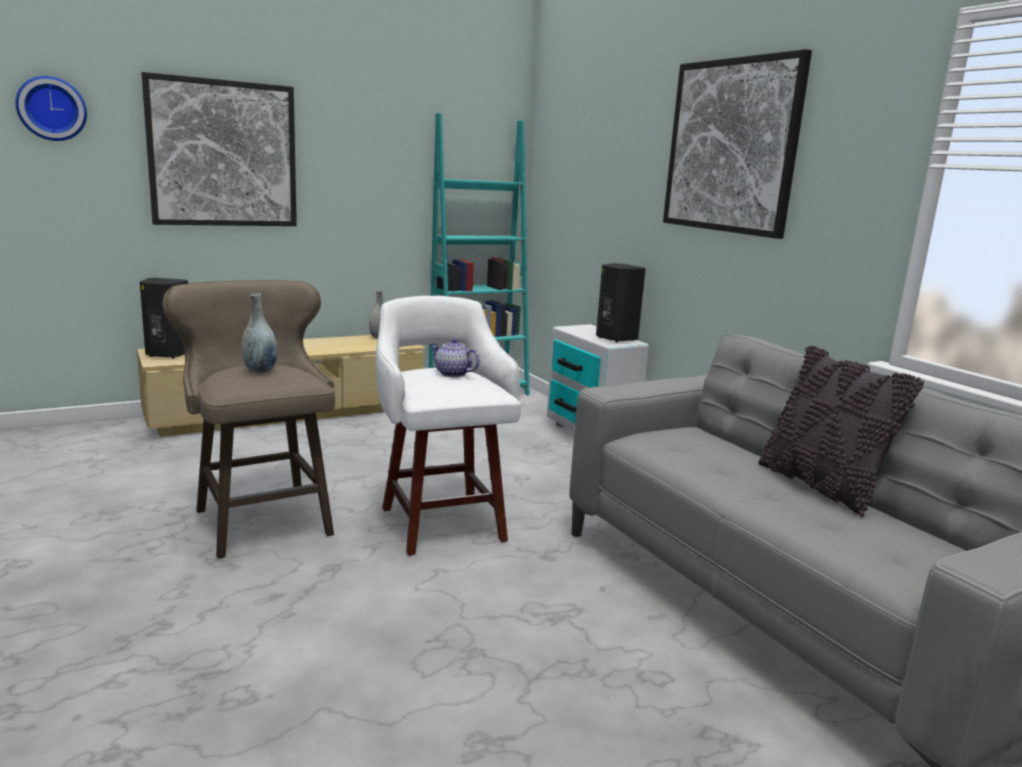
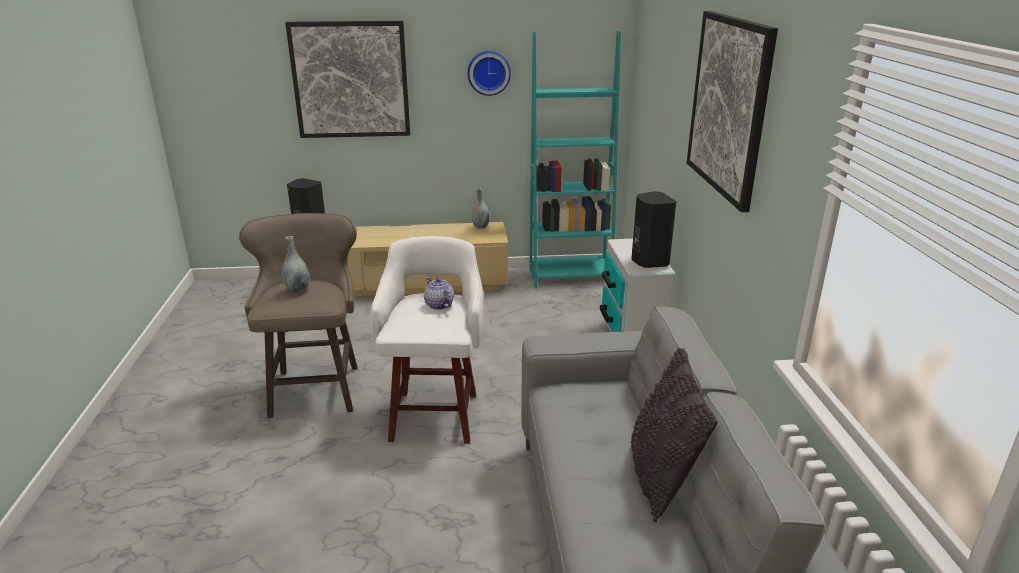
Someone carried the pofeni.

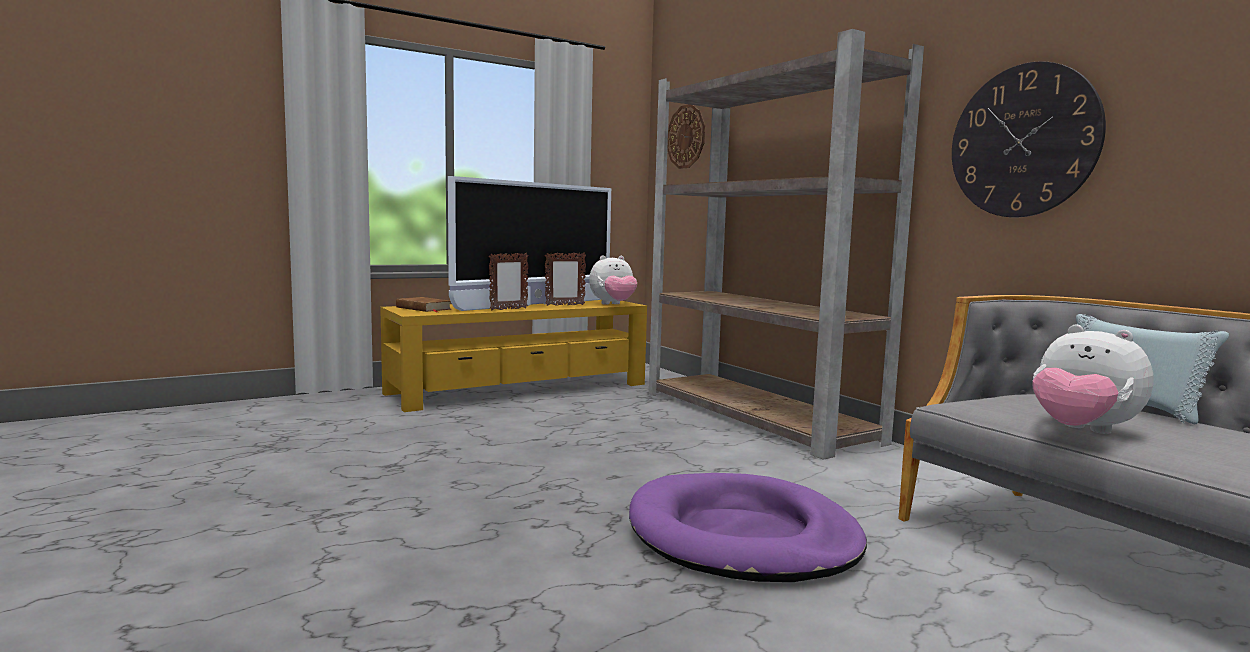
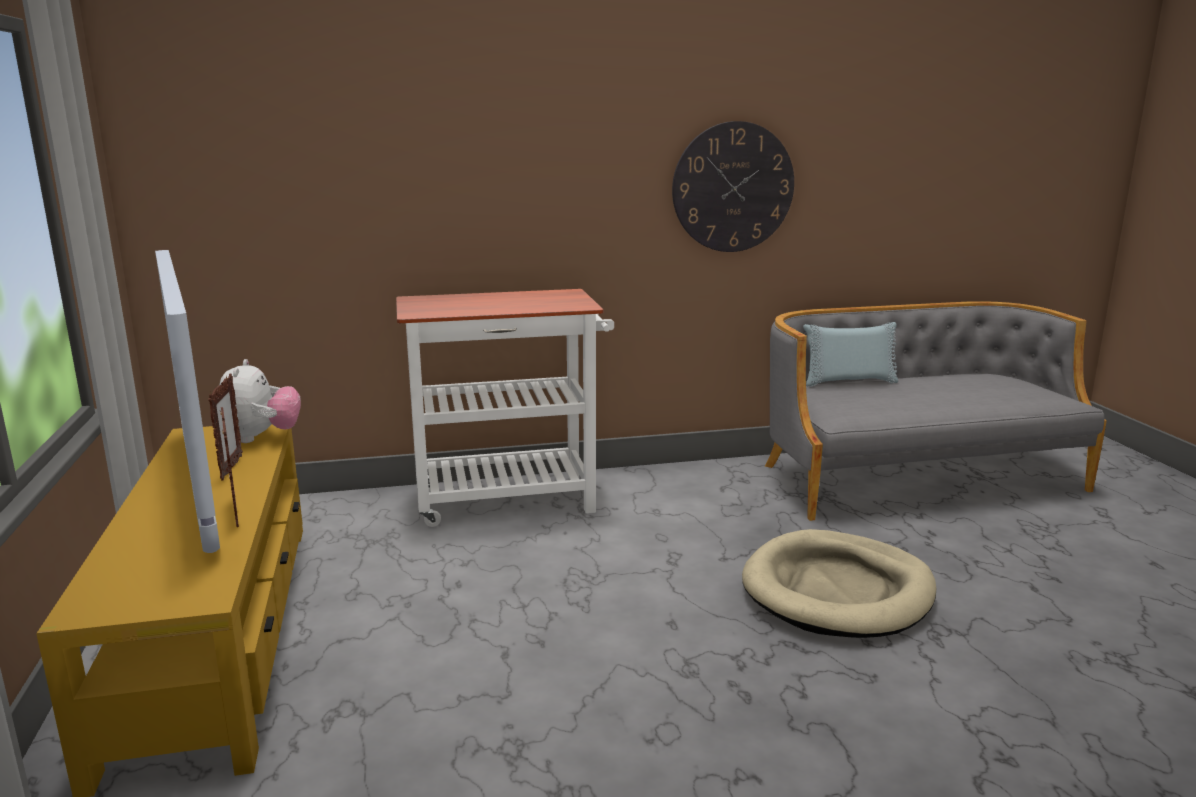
Someone swapped the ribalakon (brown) for the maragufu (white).
Someone took away the pofeni (1st from left).
Someone took away the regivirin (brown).
Someone took away the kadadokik (2nd from left).
Someone repainted the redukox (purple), which became the redukox (beige).

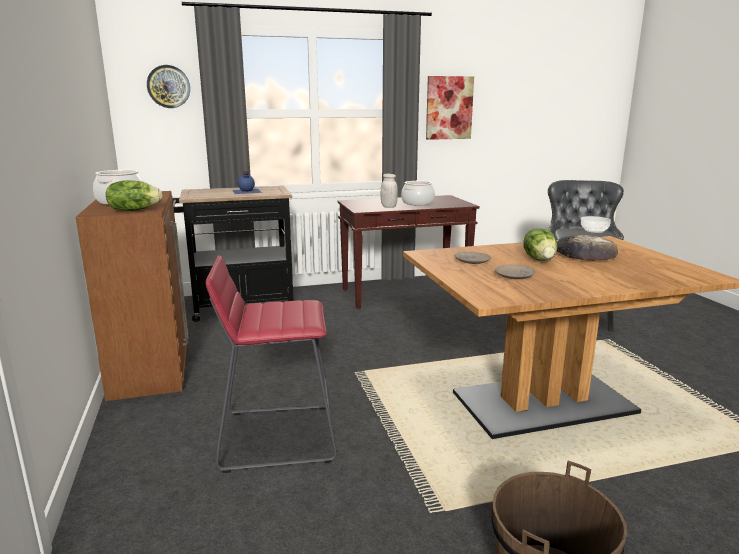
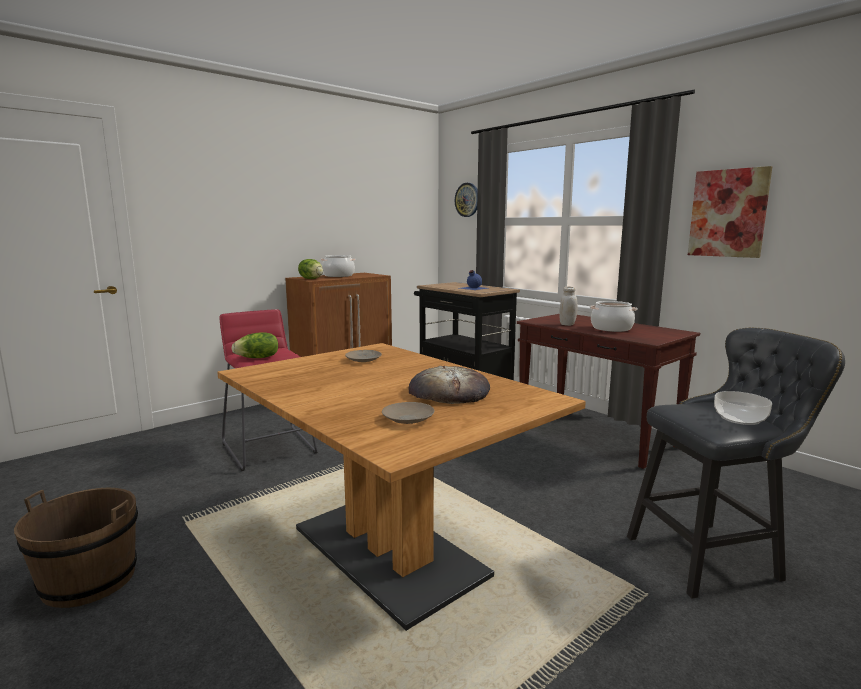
Someone carried the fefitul (2nd from left in the first image).
Someone carried the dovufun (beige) (2nd from left).

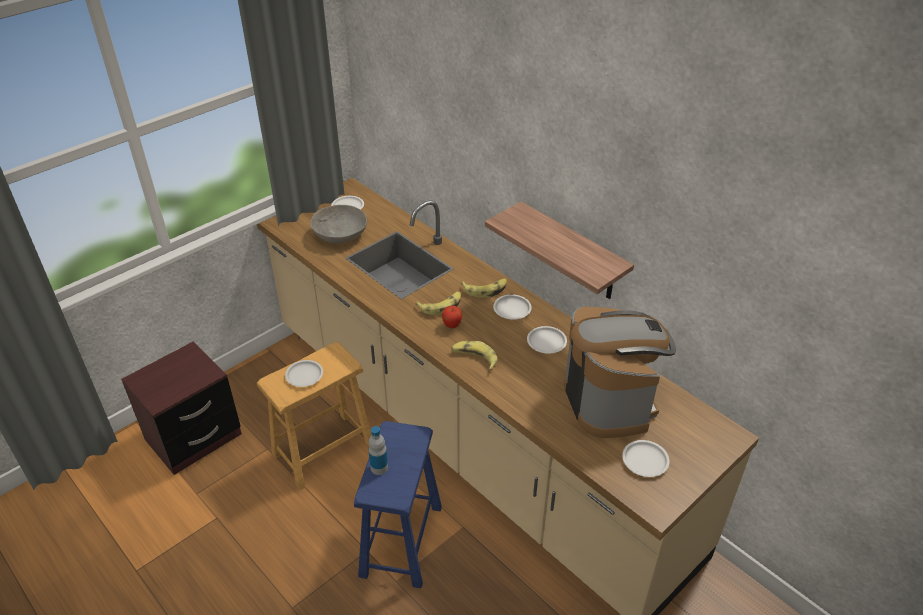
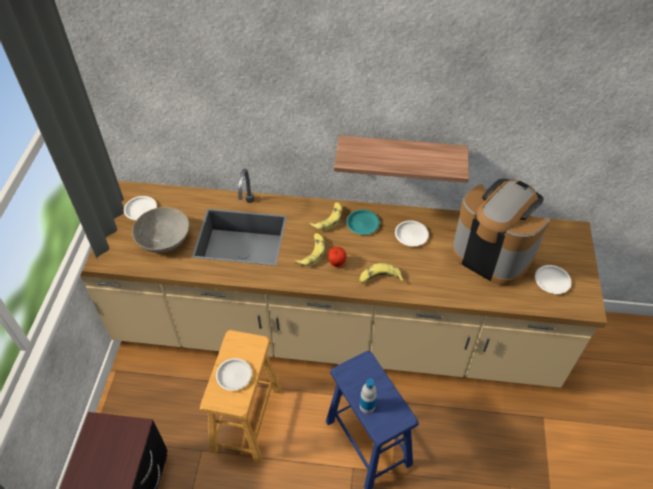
Someone repainted the dovufun (white) (3rd from left), which became the dovufun (turquoise).

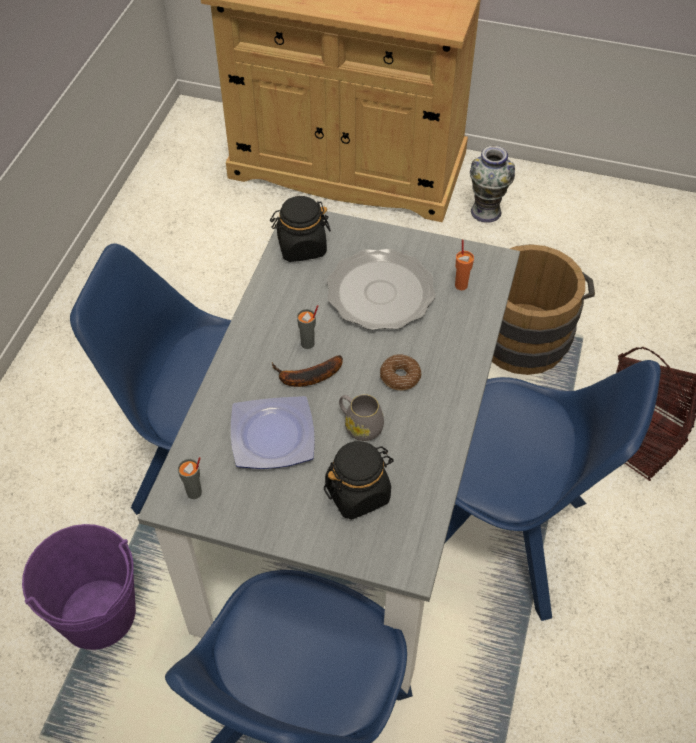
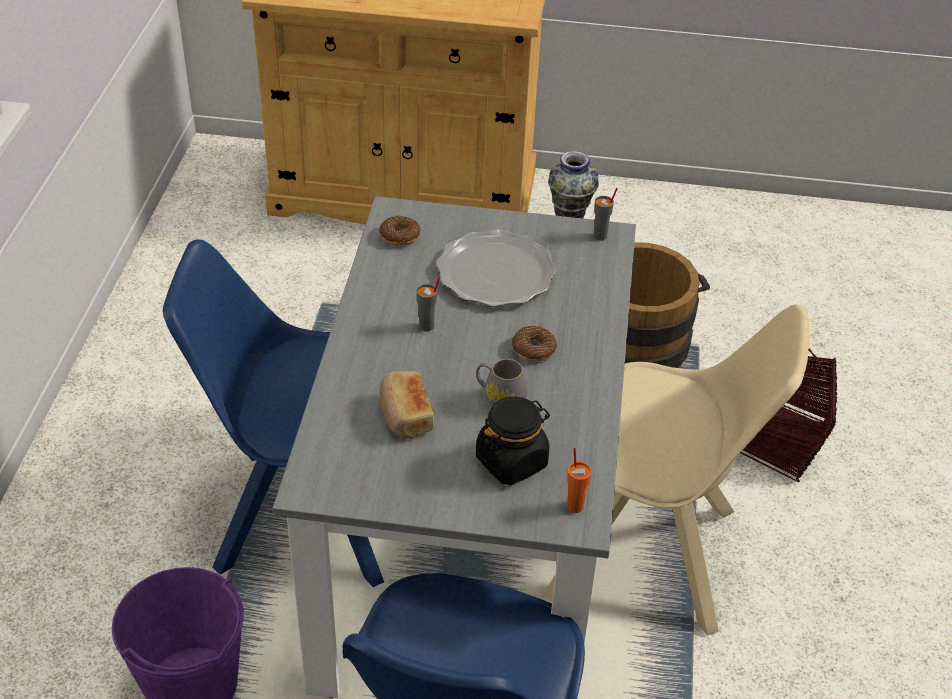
Someone swapped the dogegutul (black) (1st from left) for the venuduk (1st from left).
Someone carried the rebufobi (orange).
Someone took away the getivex.
Someone repainted the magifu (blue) (3rd from left), which became the magifu (beige).
Someone swapped the dovufun (1st from left) for the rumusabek.
Someone carried the rebufobi (grey) (1st from left in the first image).

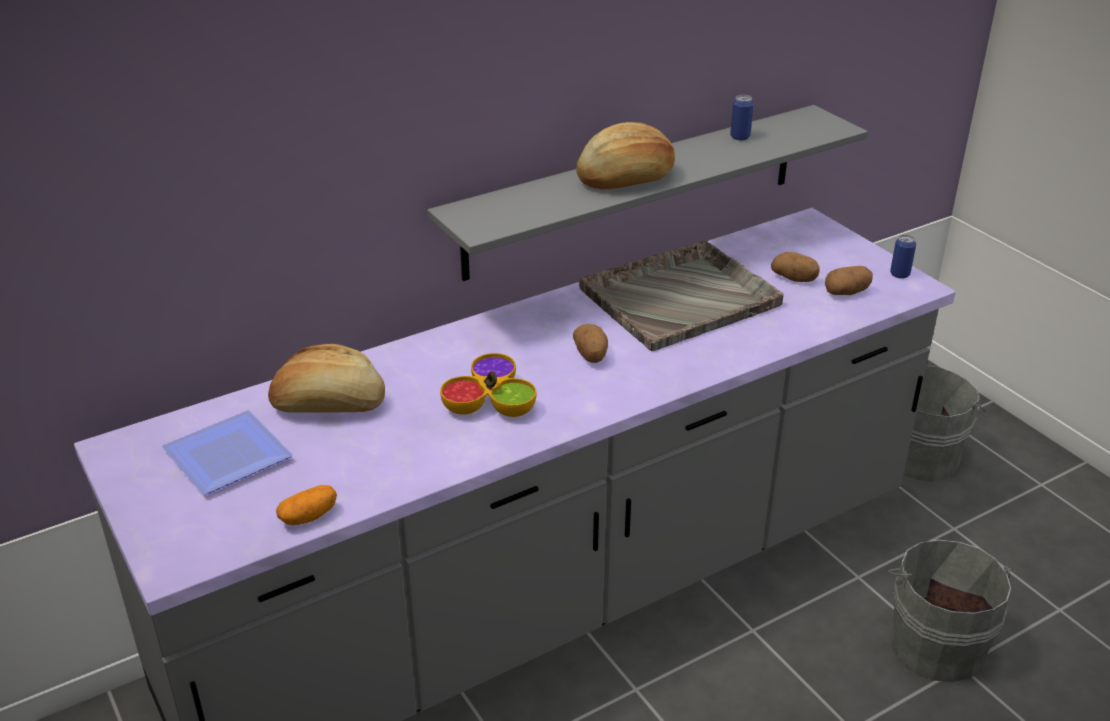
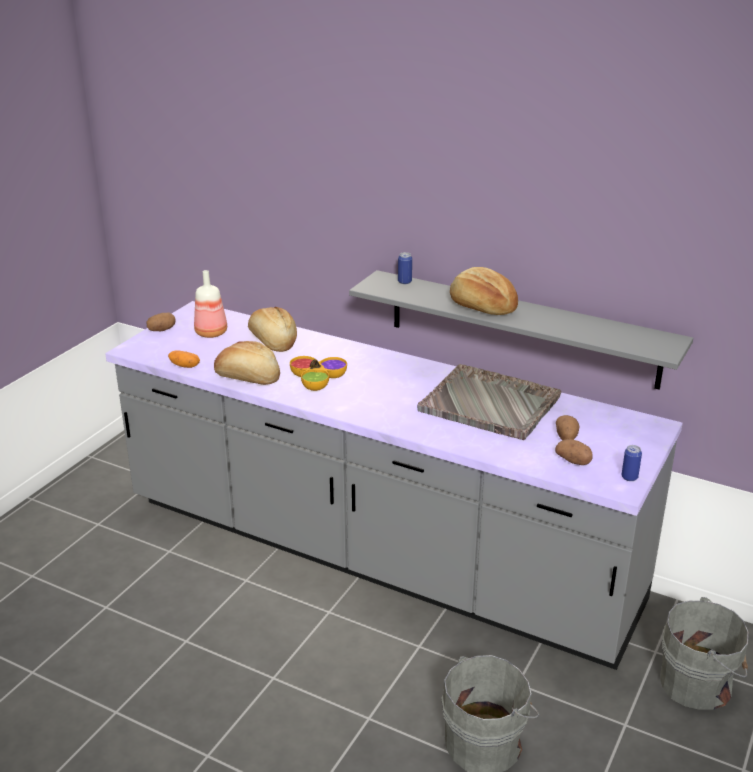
Someone carried the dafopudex (1st from left).
Someone carried the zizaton (2nd from left in the first image).
Someone swapped the dovufun for the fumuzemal.
Someone put down the rumusabek (1st from left).

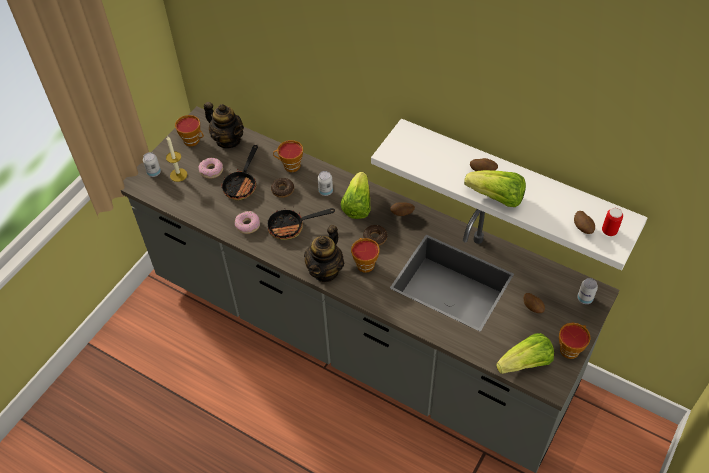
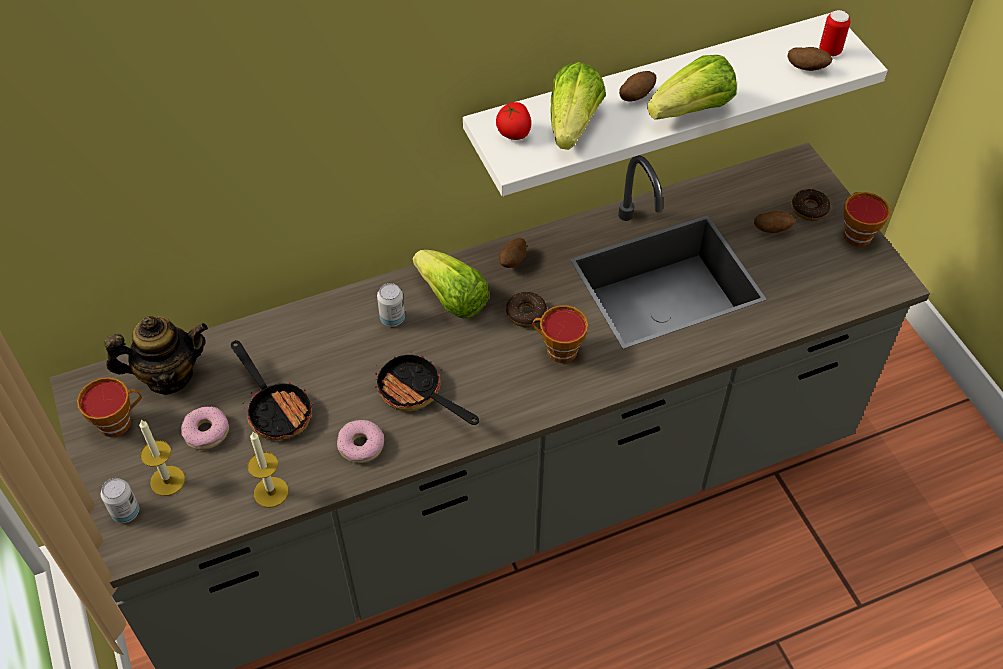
Someone took away the rebufobi (2nd from left).
Someone carried the venuduk (3rd from left in the first image).
Someone rotated the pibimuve (2nd from left) by 105 degrees clockwise.
Someone took away the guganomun (2nd from left).
Someone took away the dafopudex (3rd from left).
Someone carried the fefitul (3rd from left in the first image).
Someone put down the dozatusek.
Someone put down the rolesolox (2nd from left).

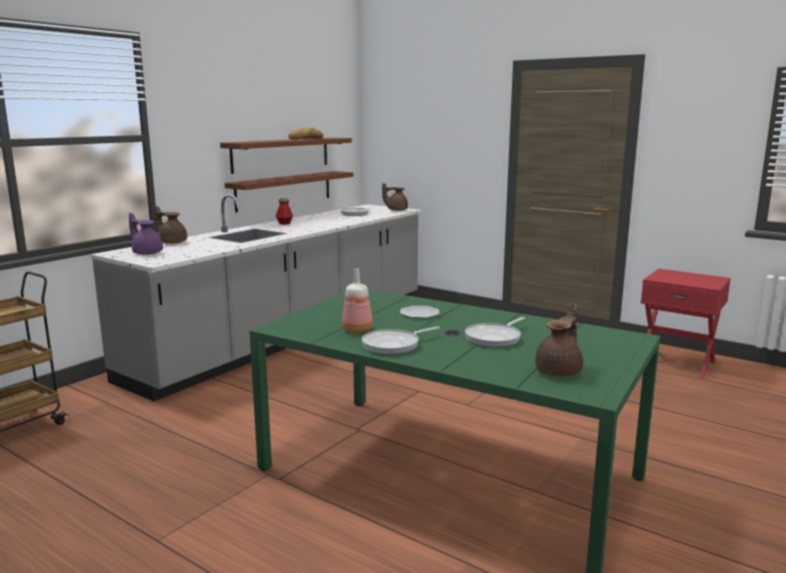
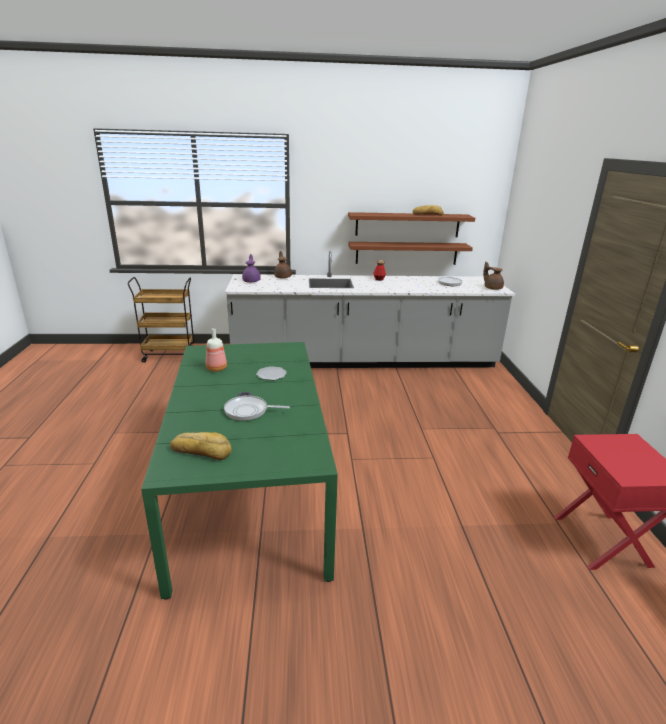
Someone swapped the guganomun (brown) (3rd from left) for the rumusabek (1st from left).
Someone took away the pibimuve (2nd from left).

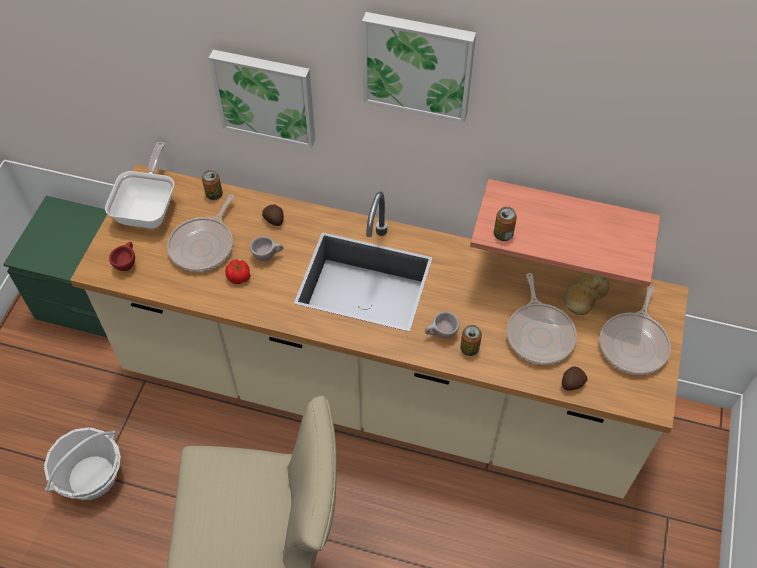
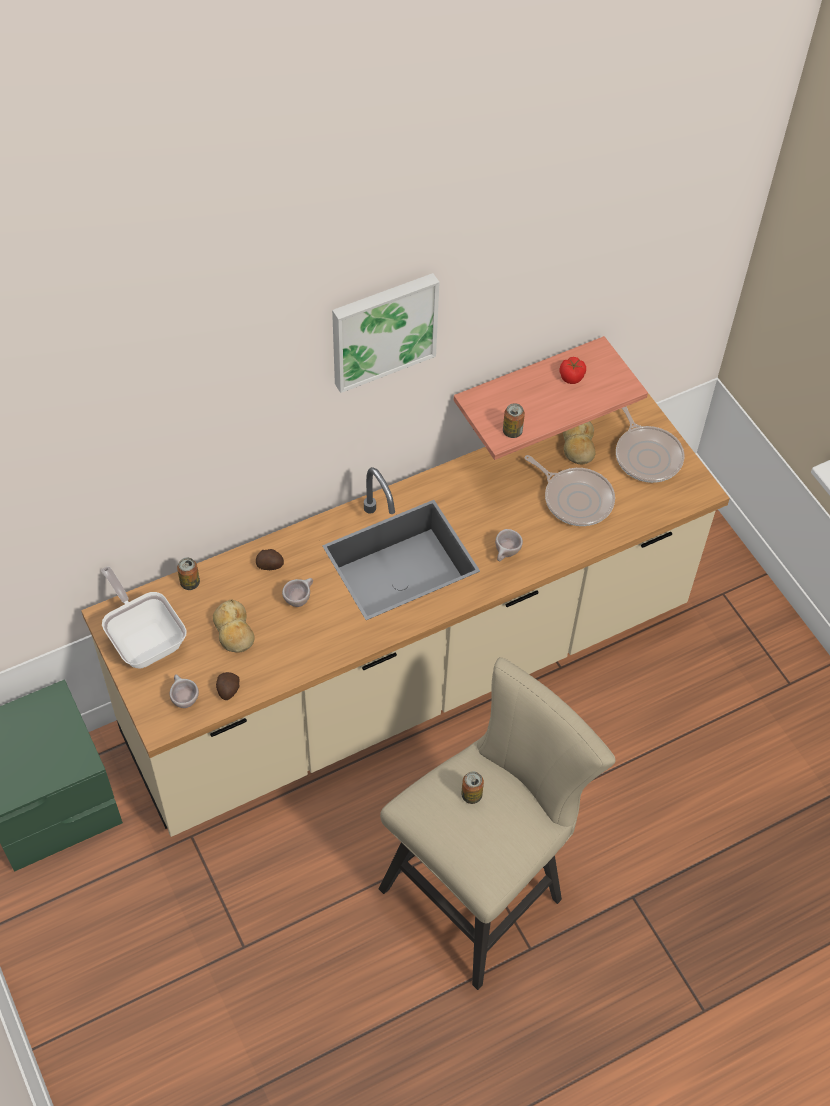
Someone took away the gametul (1st from left).
Someone swapped the pibimuve (2nd from left) for the rumusabek (1st from left).
Someone repainted the rebufobi (red), which became the rebufobi (beige) (1st from left).
Someone carried the dozatusek.
Someone carried the dafopudex (2nd from left).
Someone carried the zizaton (2nd from left in the first image).
Someone took away the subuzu.

